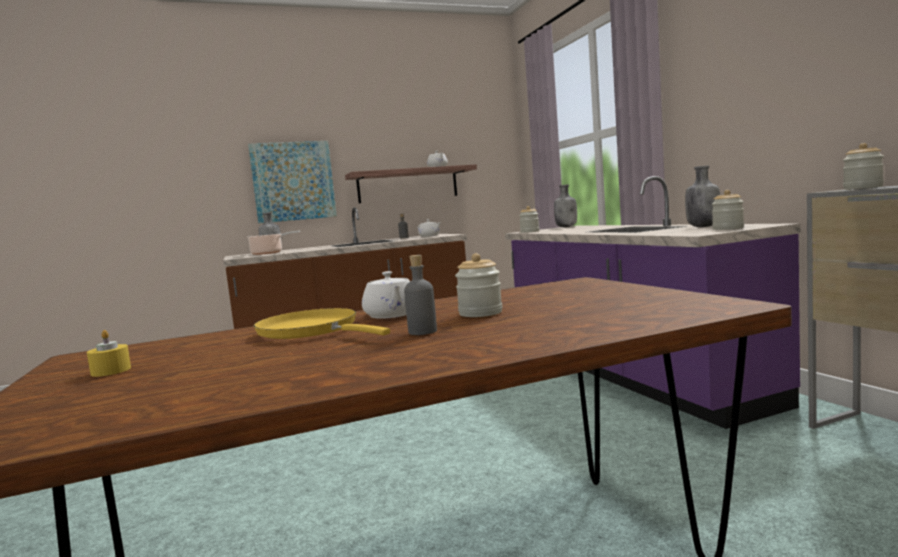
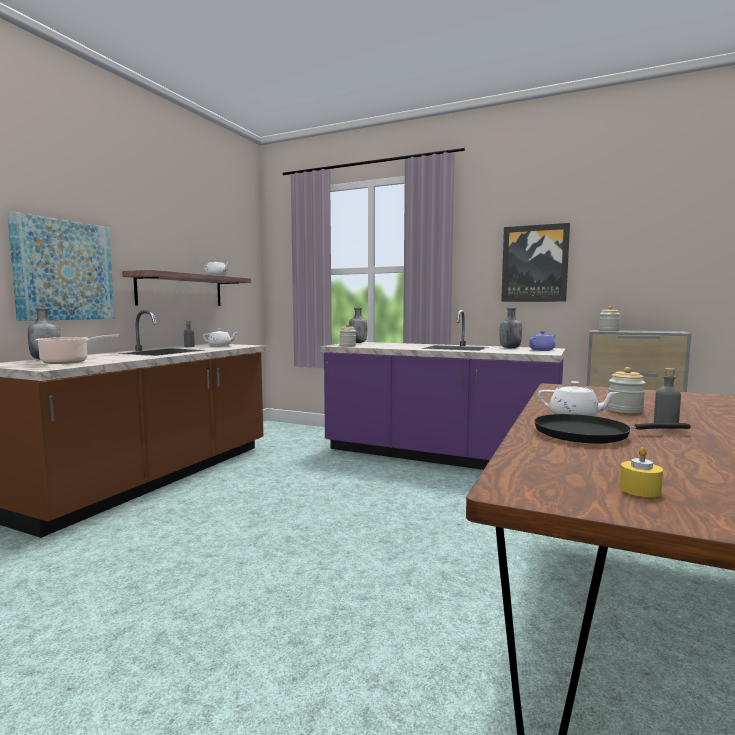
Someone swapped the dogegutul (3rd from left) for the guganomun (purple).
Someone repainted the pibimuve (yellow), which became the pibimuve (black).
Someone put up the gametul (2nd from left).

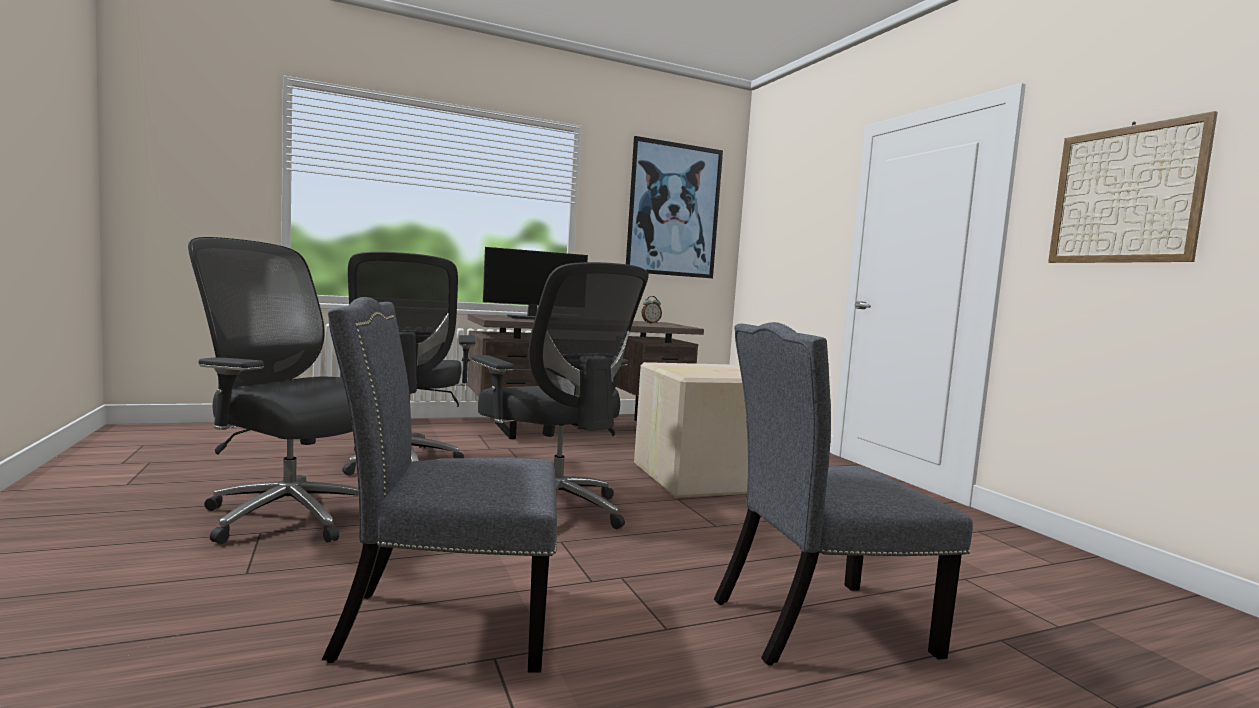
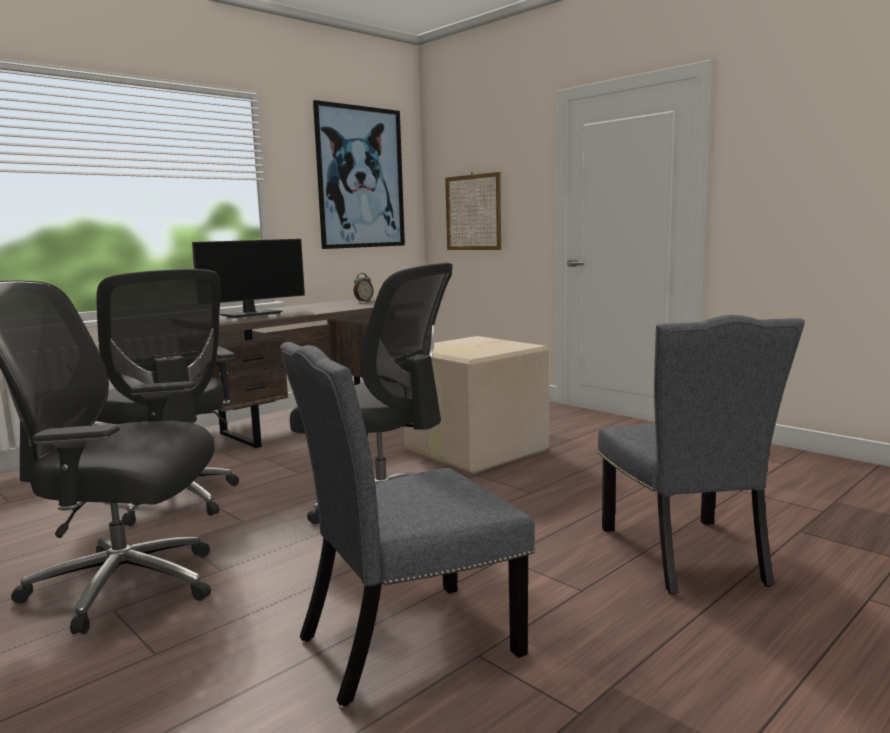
Someone carried the gametul (2nd from left).
Someone rotated the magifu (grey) (2nd from left) by 60 degrees counterclockwise.

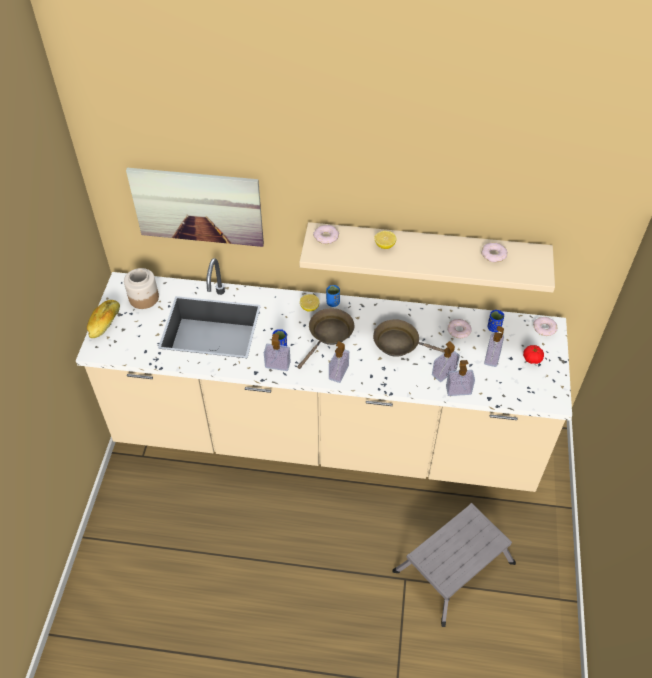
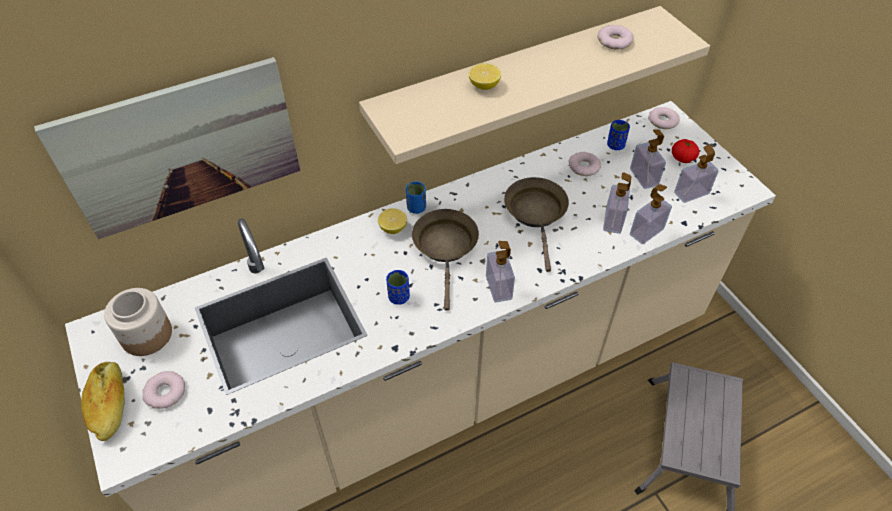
Someone carried the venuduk (1st from left).
Someone rotated the pibimuve (brown) (2nd from left) by 105 degrees clockwise.
Someone carried the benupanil (1st from left in the first image).

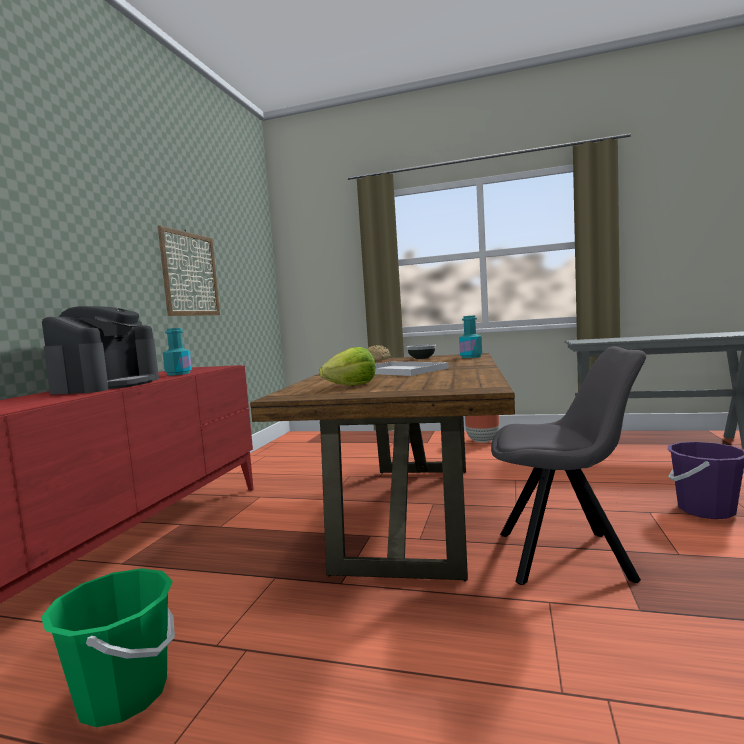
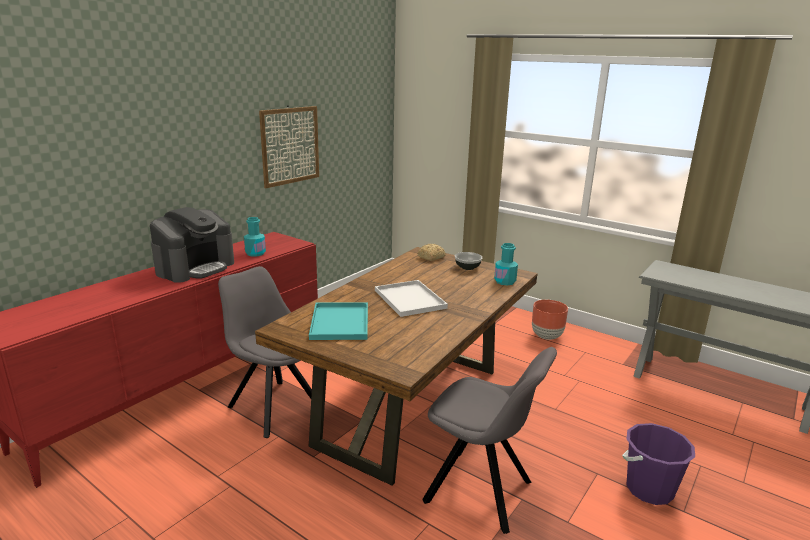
Someone swapped the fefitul for the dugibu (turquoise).
Someone took away the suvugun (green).
Someone put down the magifu (grey) (1st from left).

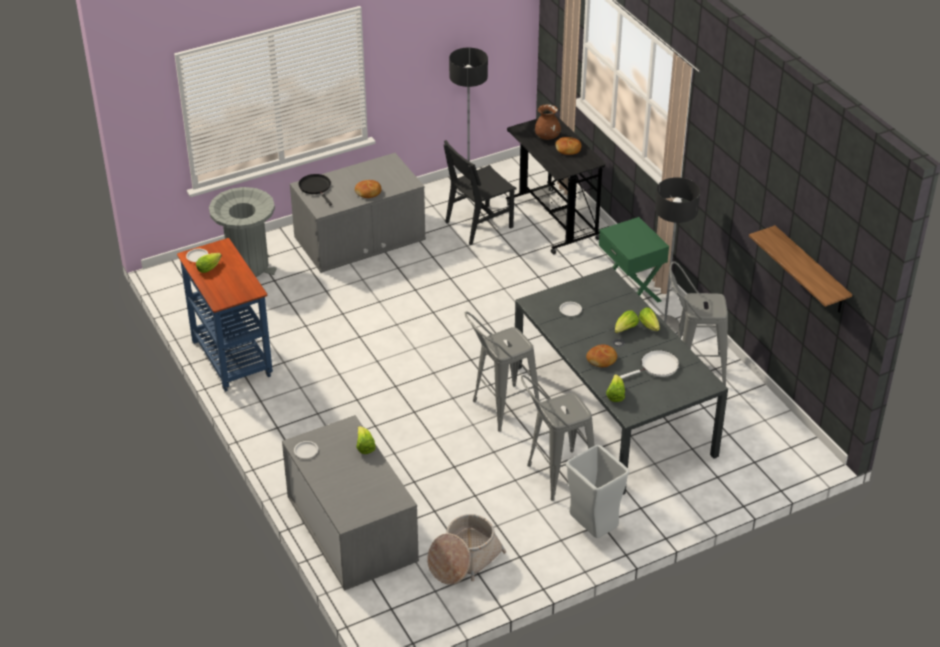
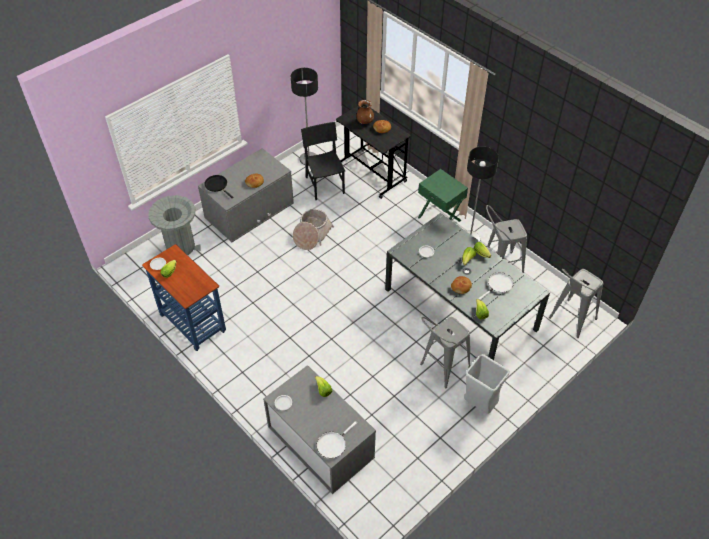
Someone rotated the magifu (black) by 120 degrees clockwise.
Someone took away the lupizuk.
Someone carried the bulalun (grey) (1st from left in the first image).
Someone carried the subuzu.
Someone put down the pibimuve (white) (1st from left).

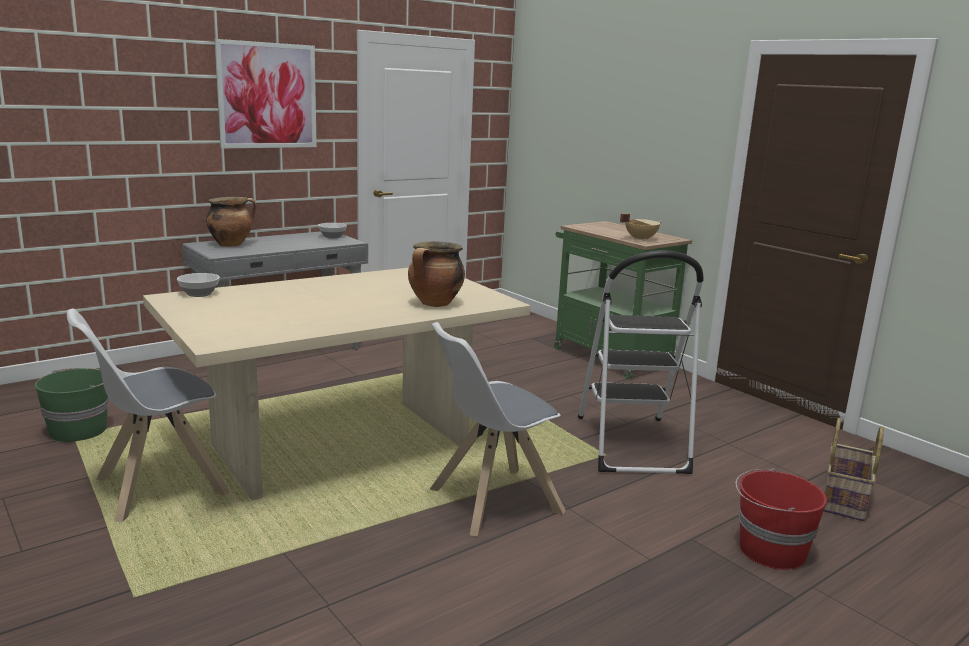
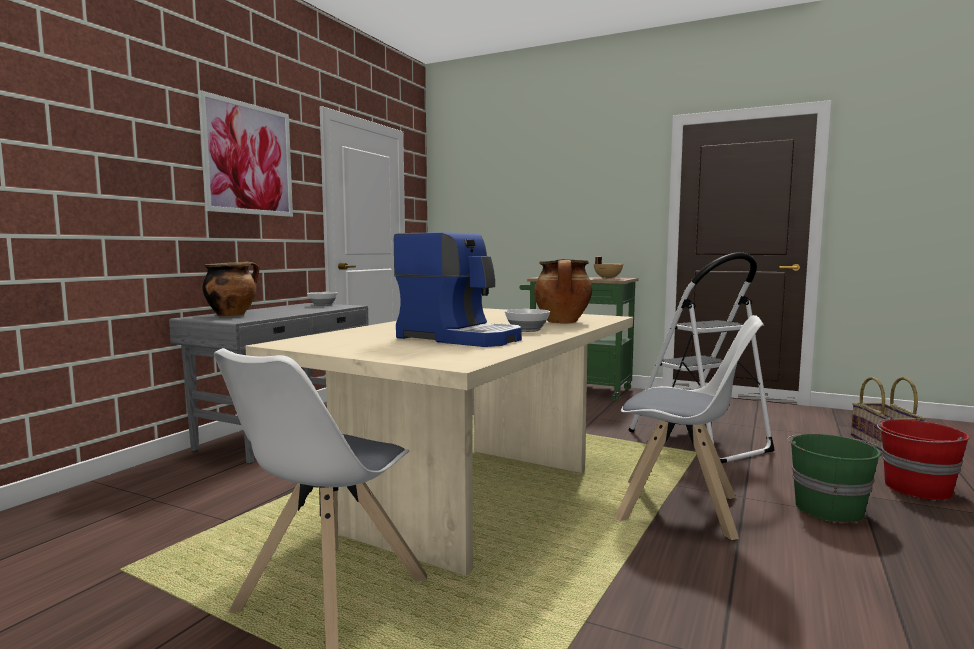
Someone carried the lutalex (1st from left in the first image).
Someone rotated the magifu (2nd from left) by 105 degrees counterclockwise.
Someone carried the suvugun (green).
Someone put down the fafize.

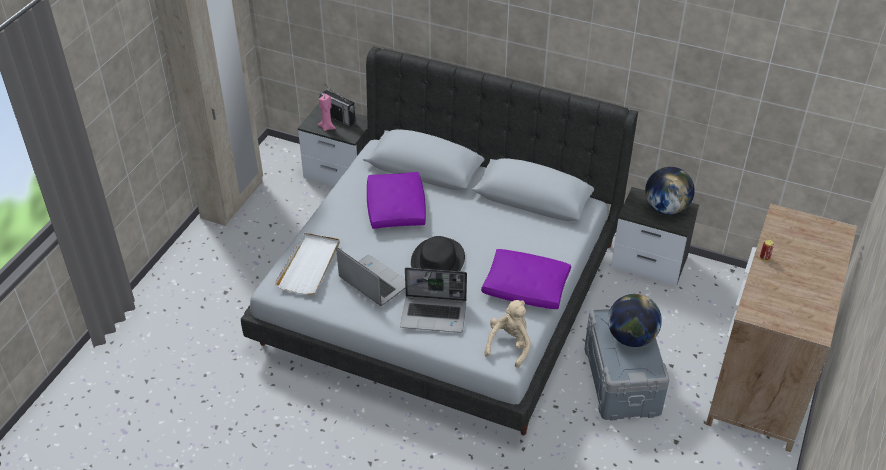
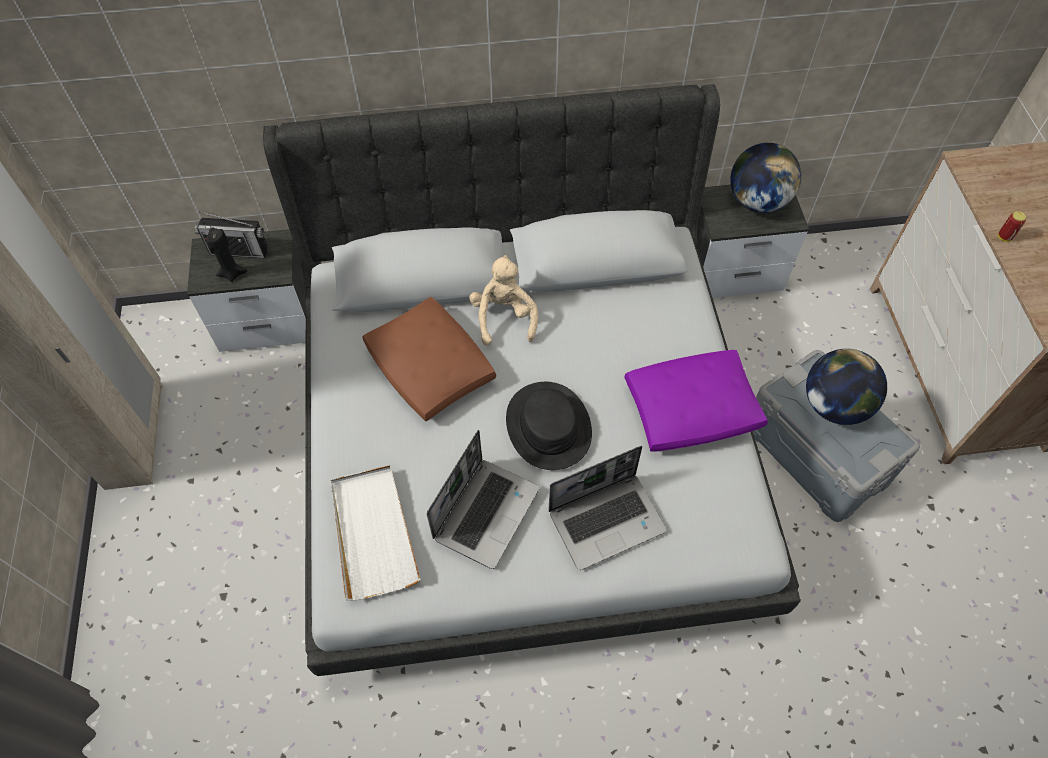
Someone repainted the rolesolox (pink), which became the rolesolox (black).
Someone repainted the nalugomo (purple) (1st from left), which became the nalugomo (brown).
Someone rotated the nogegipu (1st from left) by 105 degrees clockwise.
Someone carried the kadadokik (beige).

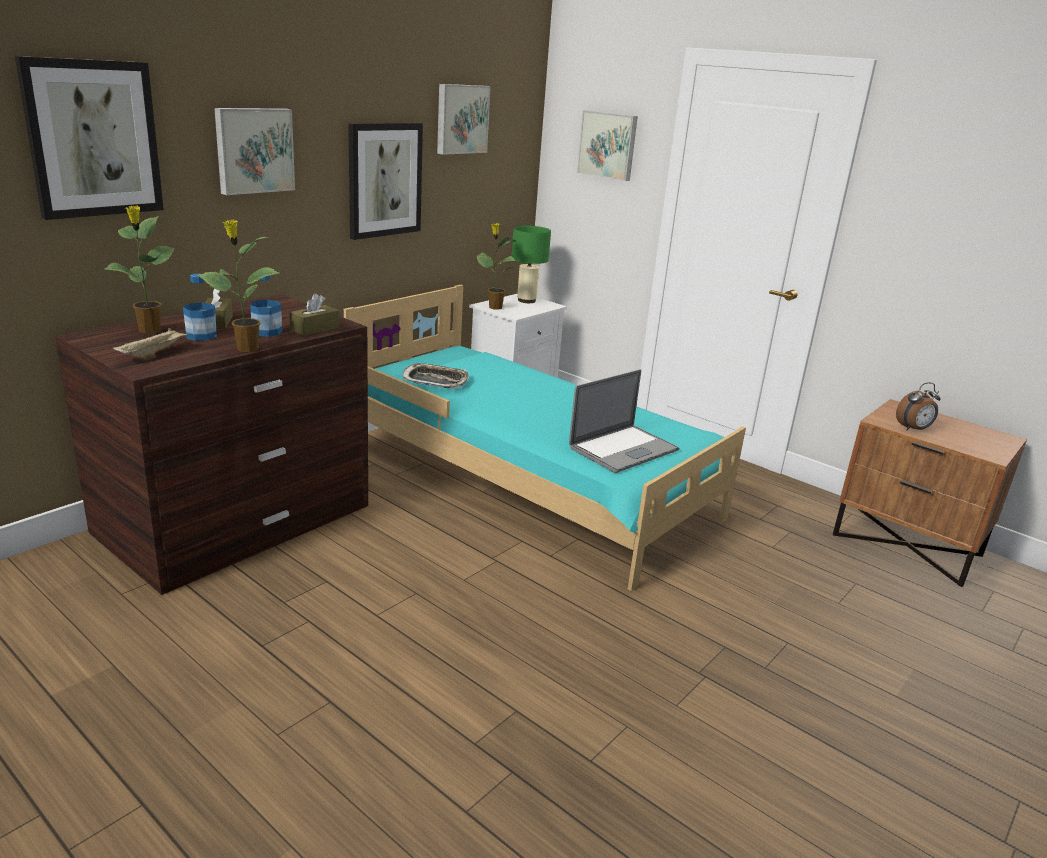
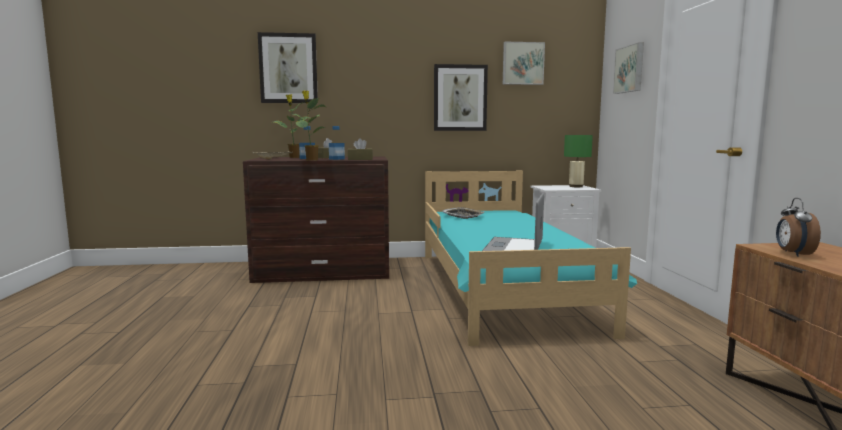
Someone took away the gametul (2nd from left).
Someone took away the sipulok (3rd from left).
Someone rotated the nogegipu by 105 degrees clockwise.
Someone rotated the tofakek by 75 degrees clockwise.

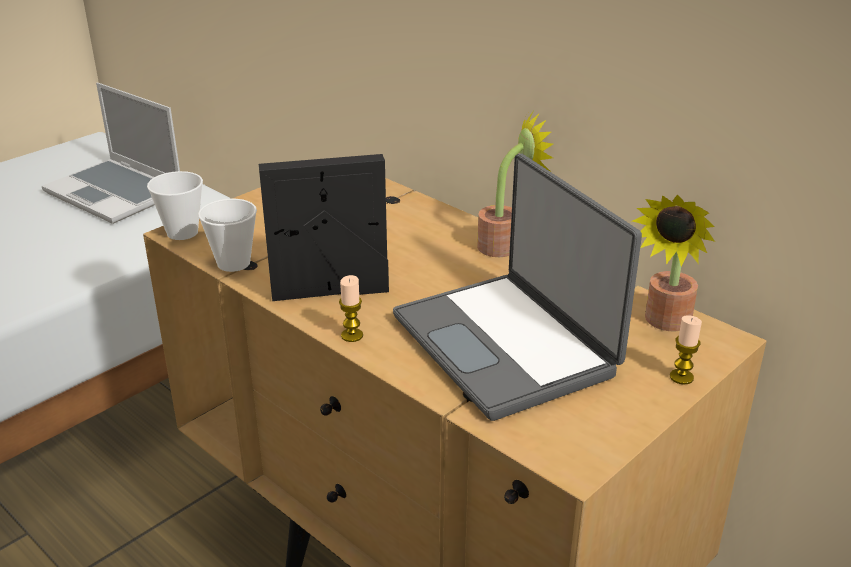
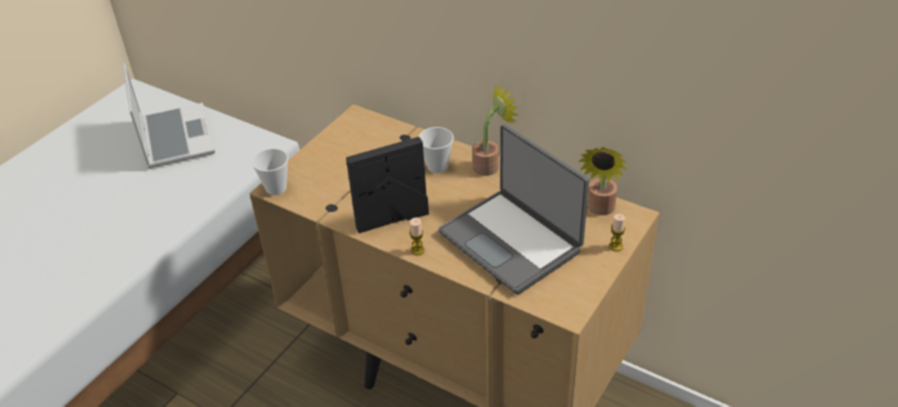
Someone rotated the nogegipu (1st from left) by 135 degrees counterclockwise.
Someone carried the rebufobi (2nd from left).

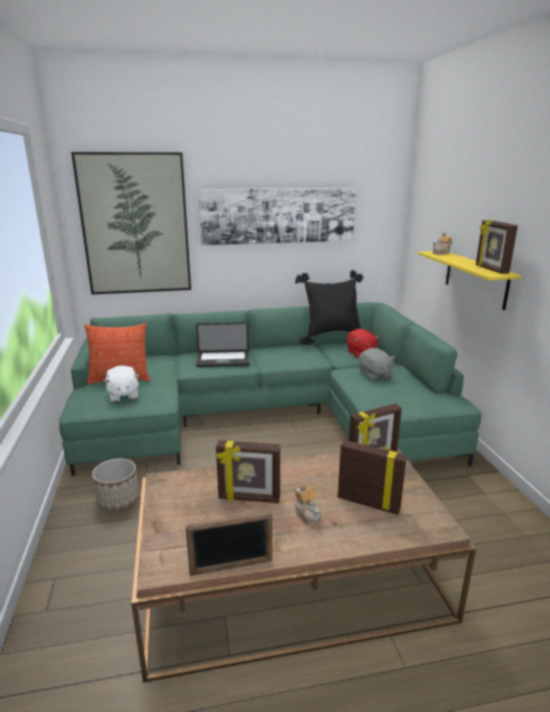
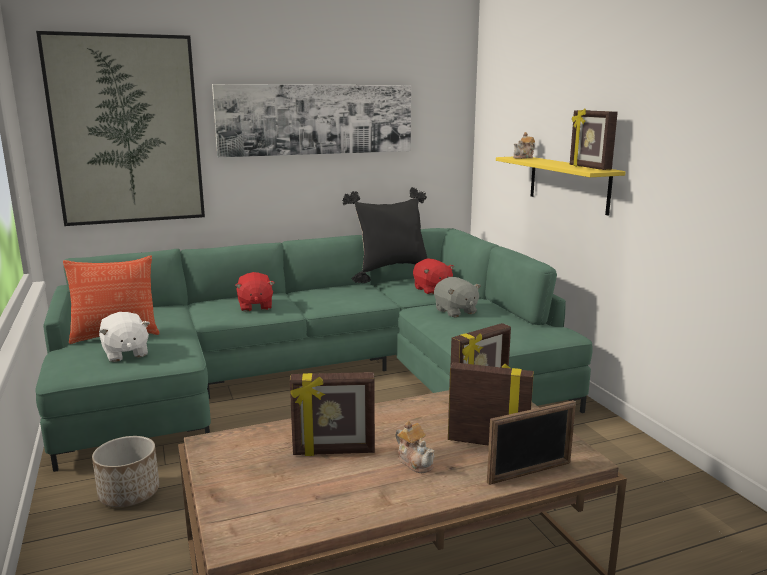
Someone swapped the nogegipu for the kadadokik (red) (1st from left).
Someone carried the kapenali (1st from left in the first image).

